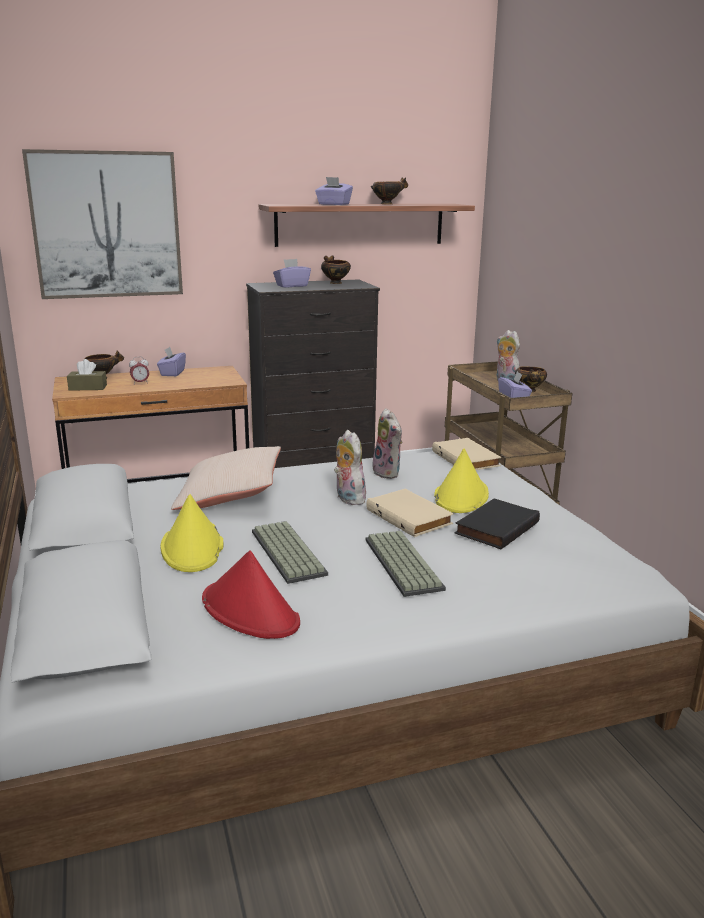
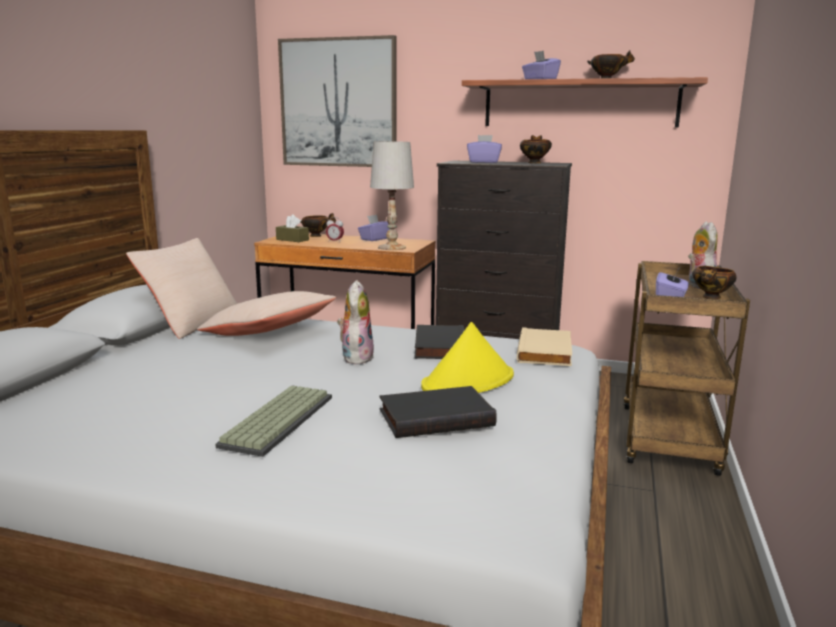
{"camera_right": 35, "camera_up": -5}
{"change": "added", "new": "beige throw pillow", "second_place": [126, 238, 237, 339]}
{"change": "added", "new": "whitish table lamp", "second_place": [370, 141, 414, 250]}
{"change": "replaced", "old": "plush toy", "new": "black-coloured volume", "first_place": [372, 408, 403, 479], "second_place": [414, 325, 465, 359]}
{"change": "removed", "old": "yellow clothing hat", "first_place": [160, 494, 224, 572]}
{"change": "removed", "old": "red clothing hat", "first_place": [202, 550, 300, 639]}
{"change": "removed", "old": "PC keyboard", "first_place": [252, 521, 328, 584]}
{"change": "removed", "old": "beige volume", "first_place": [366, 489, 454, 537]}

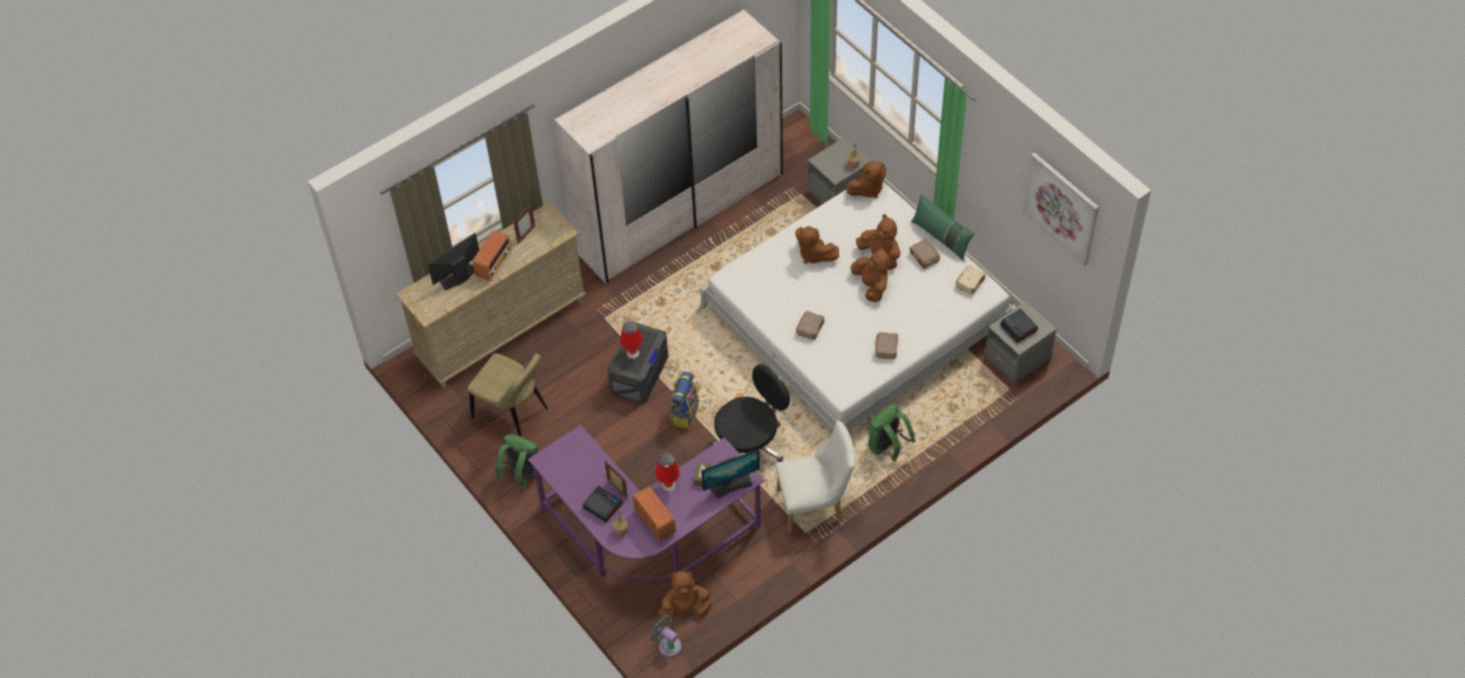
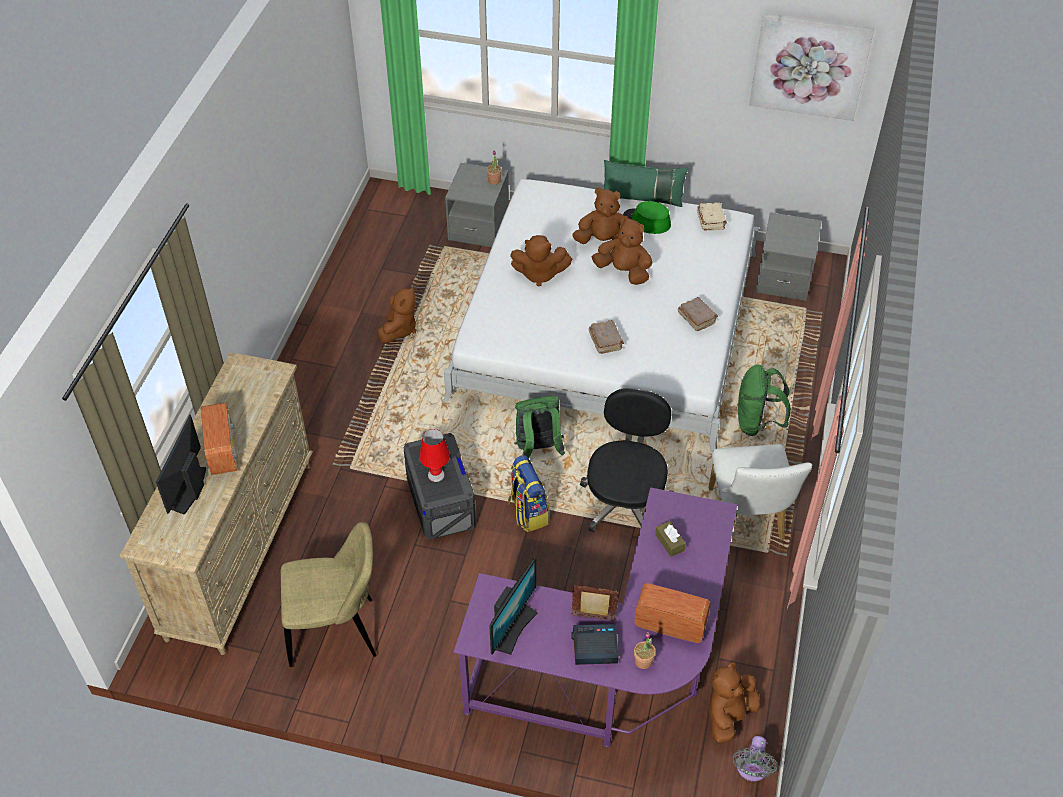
{"camera_right": -40, "camera_up": -5}
{"change": "moved", "old": "brownish plush toy", "first_place": [846, 161, 886, 198], "second_place": [377, 286, 416, 343]}
{"change": "moved", "old": "computer screen", "first_place": [701, 449, 760, 499], "second_place": [489, 557, 537, 655]}
{"change": "moved", "old": "green-coloured backpack", "first_place": [495, 435, 539, 489], "second_place": [514, 396, 565, 458]}
{"change": "replaced", "old": "brownish volume", "new": "green-coloured clothing hat", "first_place": [909, 239, 940, 269], "second_place": [623, 201, 671, 234]}
{"change": "turned", "old": "whitish chair", "first_place": [775, 421, 855, 533], "second_place": [709, 444, 812, 540], "degrees": 135}
{"change": "turned", "old": "grey cooling fan", "first_place": [649, 615, 682, 657], "second_place": [733, 736, 777, 782], "degrees": -75}
{"change": "removed", "old": "picture frame", "first_place": [513, 204, 536, 244]}
{"change": "removed", "old": "whitish clothes cupboard", "first_place": [554, 9, 783, 284]}
{"change": "removed", "old": "red table lamp", "first_place": [655, 453, 680, 492]}
{"change": "removed", "old": "table clock", "first_place": [1000, 309, 1038, 343]}

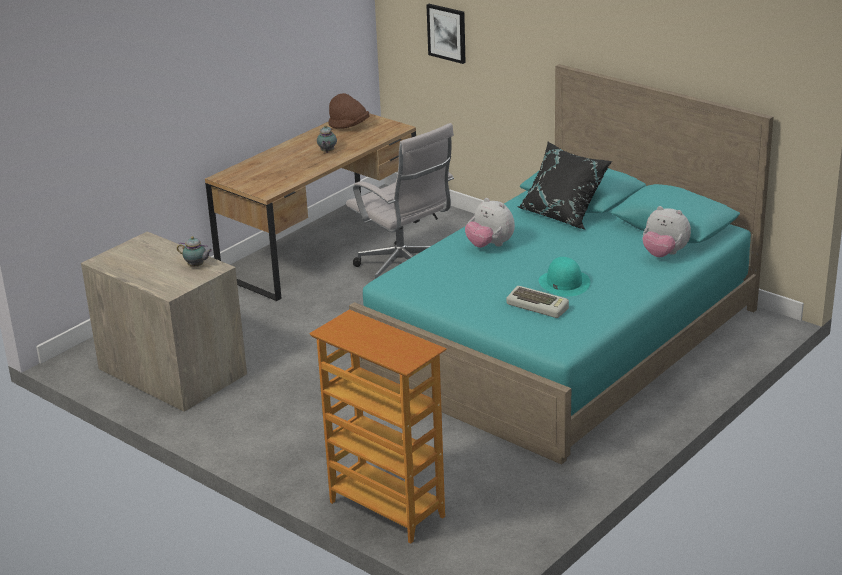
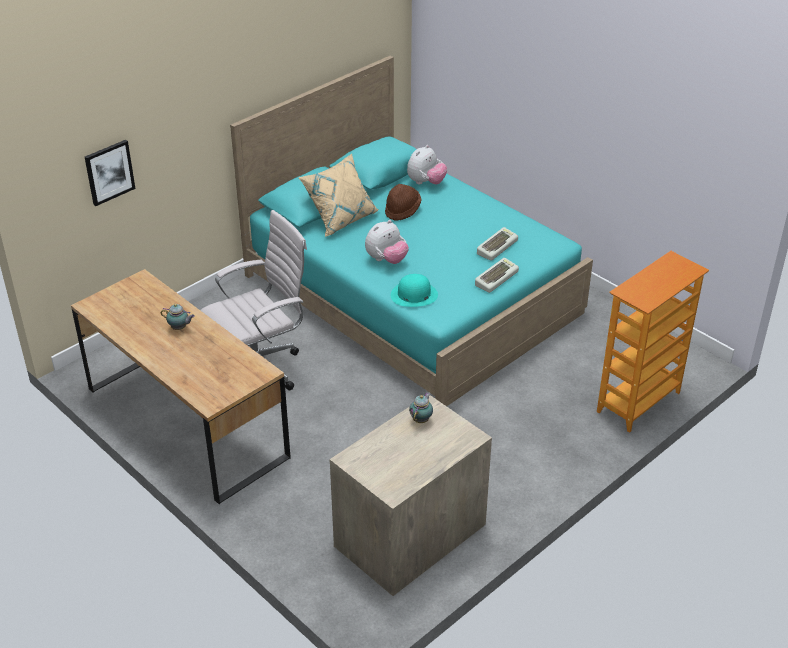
{"camera_right": -85, "camera_up": 10}
{"change": "recoloured", "old": "black-coloured throw pillow", "new": "beige throw pillow", "first_place": [517, 142, 612, 230], "second_place": [298, 154, 379, 237]}
{"change": "moved", "old": "brownish clothing hat", "first_place": [328, 93, 370, 129], "second_place": [385, 184, 422, 221]}
{"change": "moved", "old": "turquoise-coloured clothing hat", "first_place": [539, 257, 590, 297], "second_place": [391, 274, 438, 307]}
{"change": "added", "new": "PC keyboard", "second_place": [475, 258, 519, 293]}

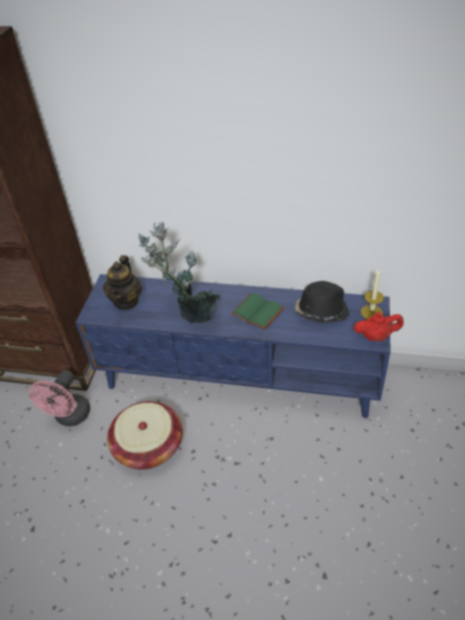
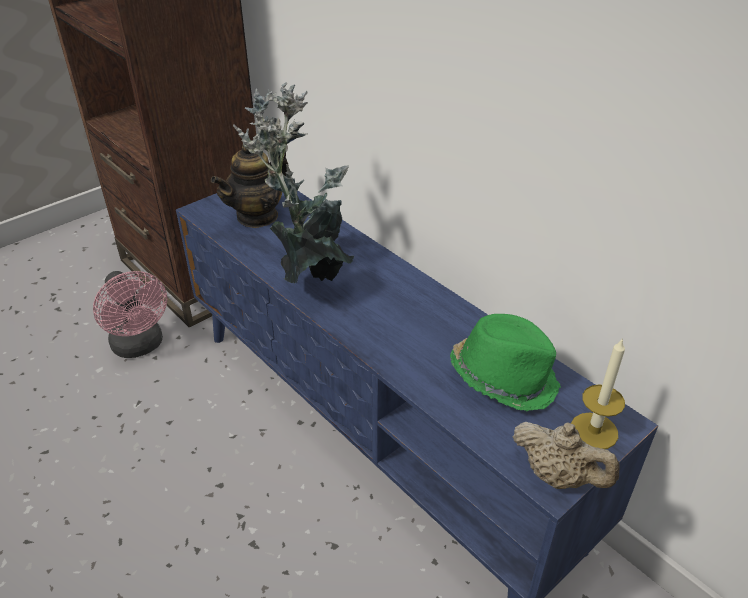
{"camera_right": 35, "camera_up": -5}
{"change": "turned", "old": "pinkish cooling fan", "first_place": [29, 370, 90, 426], "second_place": [93, 271, 167, 358], "degrees": -90}
{"change": "recoloured", "old": "black-coloured clothing hat", "new": "green-coloured clothing hat", "first_place": [295, 281, 349, 323], "second_place": [450, 314, 561, 411]}
{"change": "recoloured", "old": "red tea pot", "new": "beige tea pot", "first_place": [354, 312, 404, 341], "second_place": [513, 422, 620, 489]}
{"change": "removed", "old": "basket", "first_place": [107, 401, 183, 469]}
{"change": "removed", "old": "green-coloured volume", "first_place": [231, 293, 284, 330]}

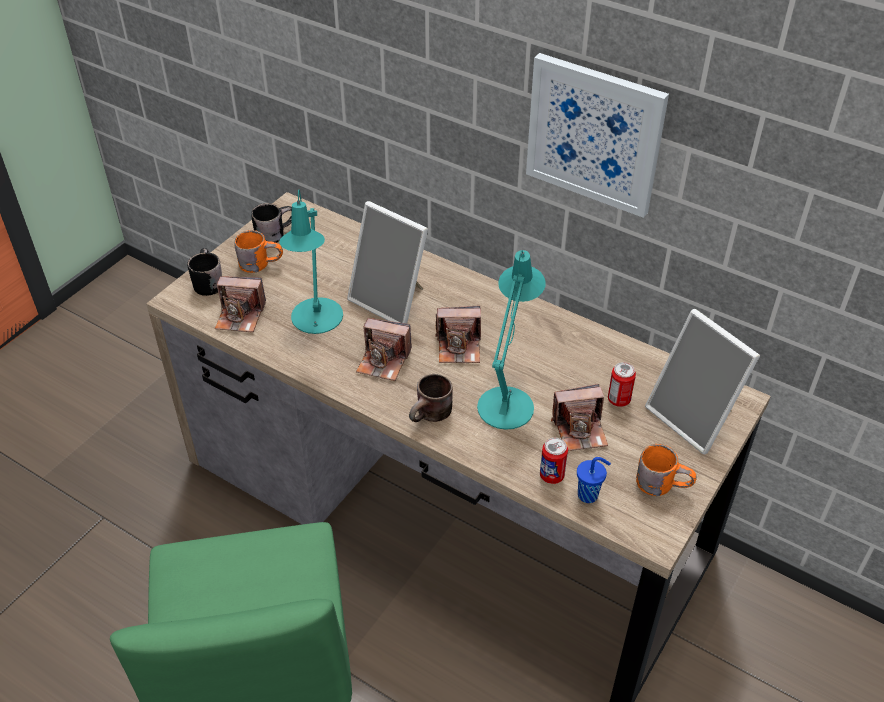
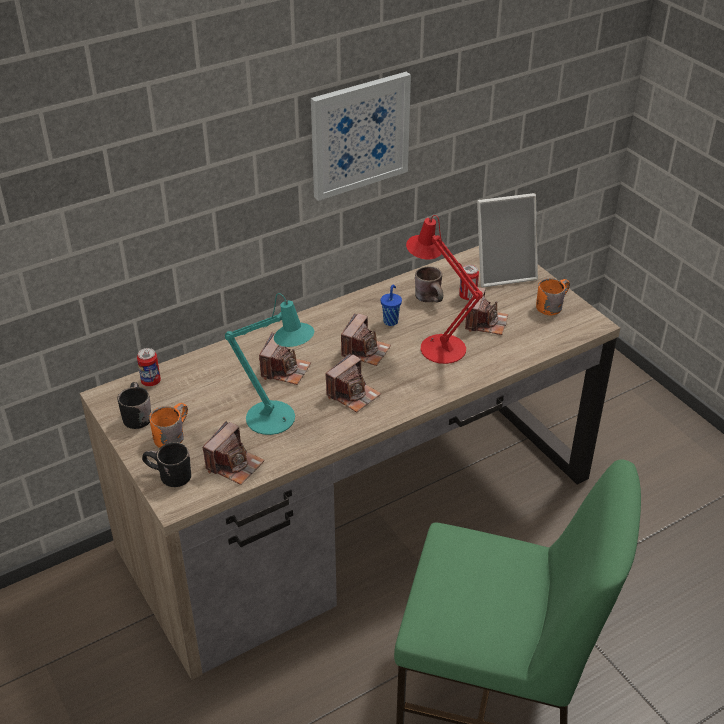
{"camera_right": -65, "camera_up": -5}
{"change": "moved", "old": "metal can", "first_place": [540, 438, 568, 484], "second_place": [137, 348, 161, 386]}
{"change": "replaced", "old": "picture frame", "new": "photo camera", "first_place": [347, 201, 428, 324], "second_place": [259, 332, 311, 385]}
{"change": "moved", "old": "blue drinking cup", "first_place": [577, 457, 611, 503], "second_place": [381, 284, 402, 326]}
{"change": "recoloured", "old": "turquoise-coloured table lamp", "new": "red table lamp", "first_place": [477, 250, 546, 430], "second_place": [406, 215, 483, 364]}
{"change": "moved", "old": "brownish tea mug", "first_place": [409, 374, 453, 422], "second_place": [415, 266, 443, 302]}

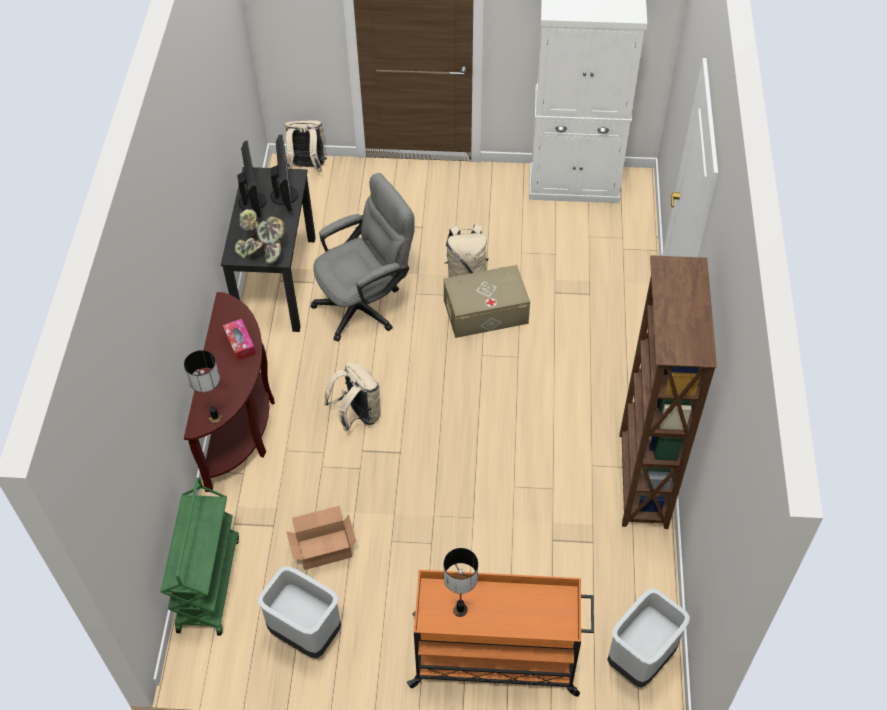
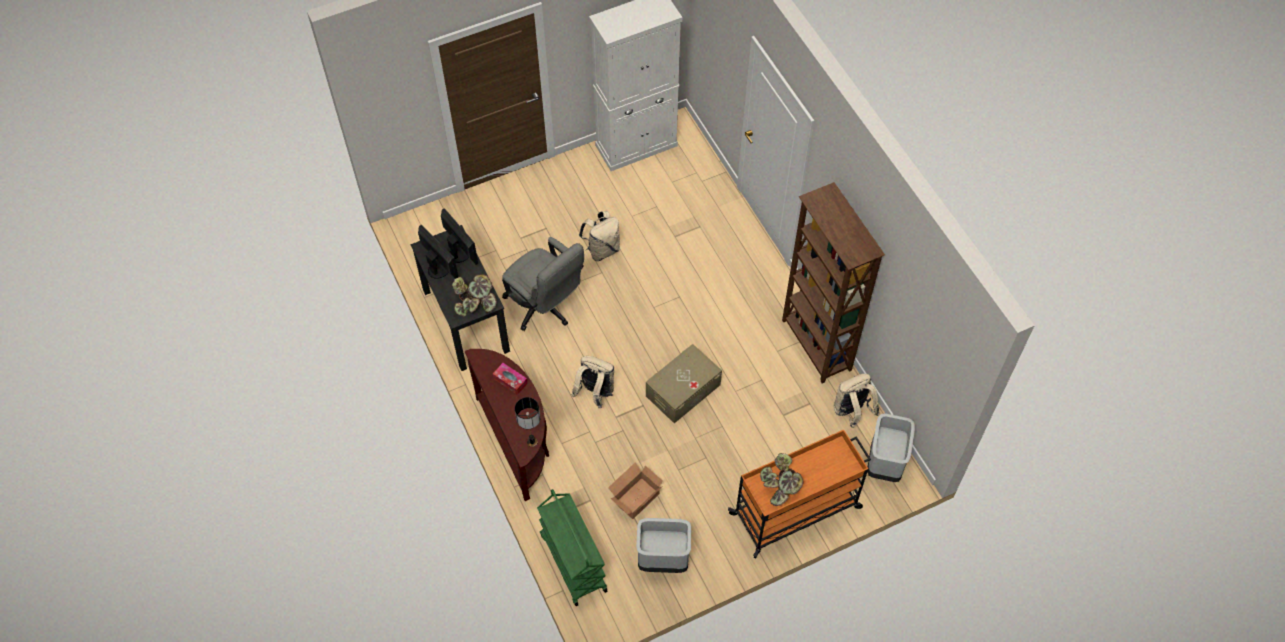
{"camera_right": -30, "camera_up": 5}
{"change": "turned", "old": "grey office chair", "first_place": [310, 173, 415, 341], "second_place": [502, 237, 584, 331], "degrees": 105}
{"change": "moved", "old": "beige storage bin", "first_place": [444, 265, 530, 338], "second_place": [646, 344, 722, 423]}
{"change": "replaced", "old": "table lamp", "new": "houseplant", "first_place": [444, 548, 478, 617], "second_place": [760, 453, 804, 506]}
{"change": "moved", "old": "beige backpack", "first_place": [285, 120, 327, 172], "second_place": [834, 374, 880, 428]}

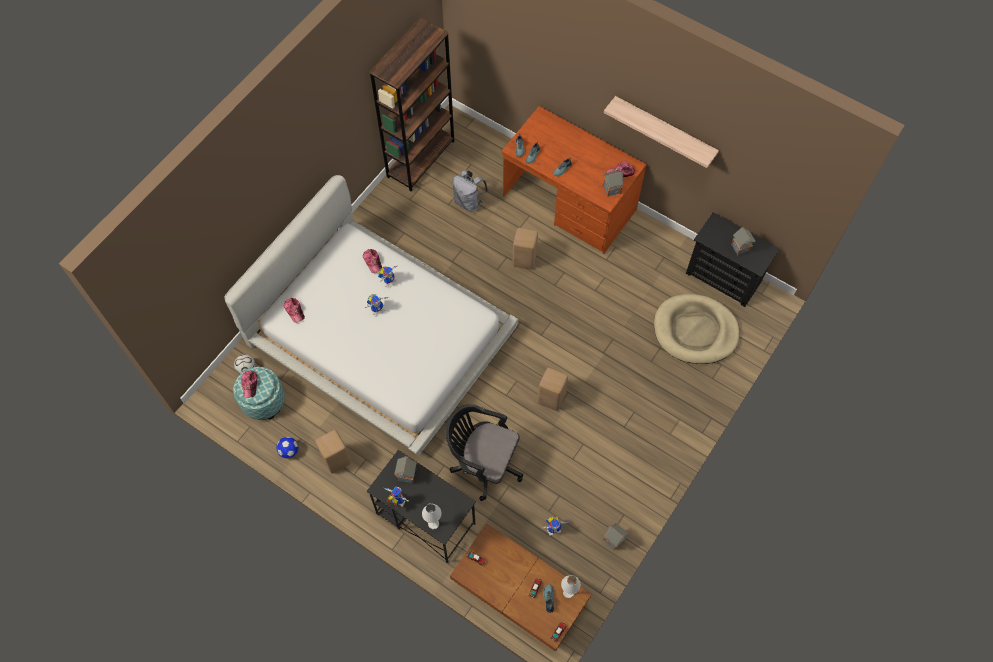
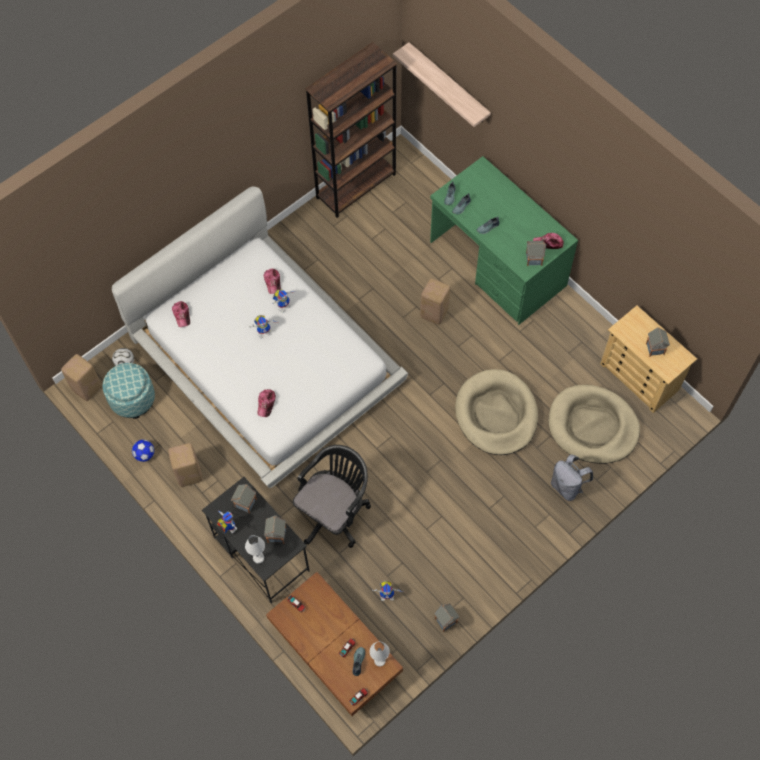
{"camera_right": 15, "camera_up": 0}
{"change": "moved", "old": "beige sitting stool", "first_place": [538, 367, 568, 411], "second_place": [61, 354, 102, 401]}
{"change": "moved", "old": "peaked cap", "first_place": [241, 371, 257, 398], "second_place": [257, 389, 276, 417]}
{"change": "added", "new": "toy house", "second_place": [264, 515, 286, 544]}
{"change": "turned", "old": "black-coloured office chair", "first_place": [445, 404, 523, 501], "second_place": [293, 445, 371, 548], "degrees": 90}
{"change": "moved", "old": "shelf", "first_place": [604, 96, 719, 168], "second_place": [393, 42, 491, 127]}
{"change": "recoloured", "old": "brownish desk", "new": "green-coloured desk", "first_place": [501, 106, 647, 254], "second_place": [430, 156, 578, 325]}
{"change": "added", "new": "beige pet bed", "second_place": [455, 369, 538, 455]}
{"change": "moved", "old": "grey backpack", "first_place": [452, 170, 488, 212], "second_place": [551, 454, 593, 501]}
{"change": "recoloured", "old": "black-coloured dresser", "new": "beige dresser", "first_place": [686, 212, 780, 307], "second_place": [600, 305, 697, 413]}

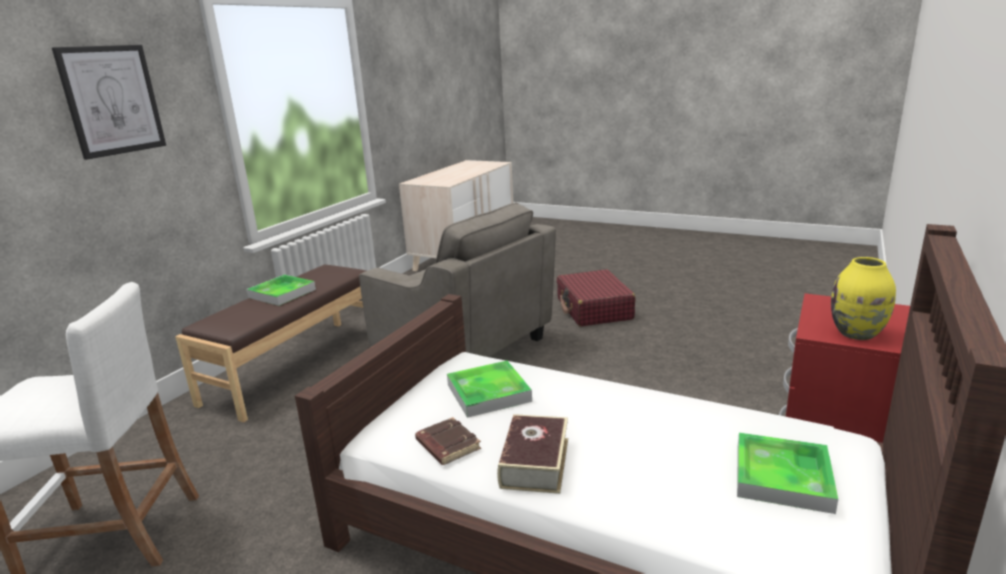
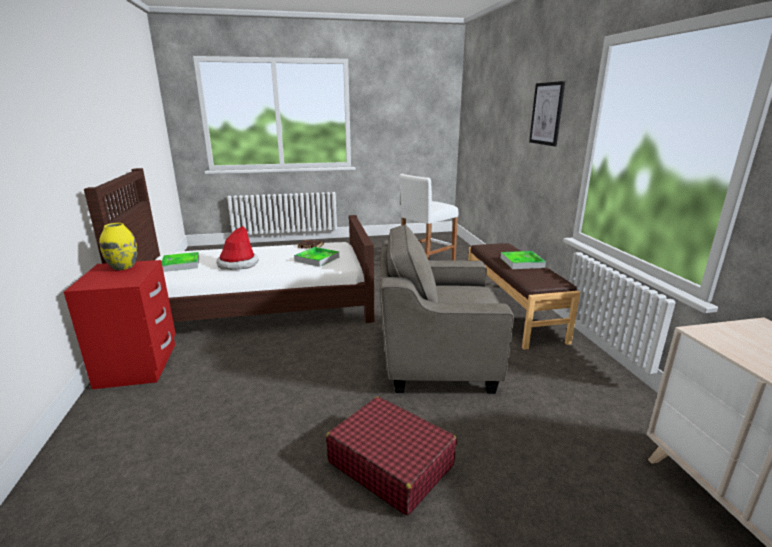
{"camera_right": 140, "camera_up": 0}
{"change": "added", "new": "clothing hat", "second_place": [216, 226, 259, 270]}
{"change": "removed", "old": "volume", "first_place": [497, 414, 568, 494]}

